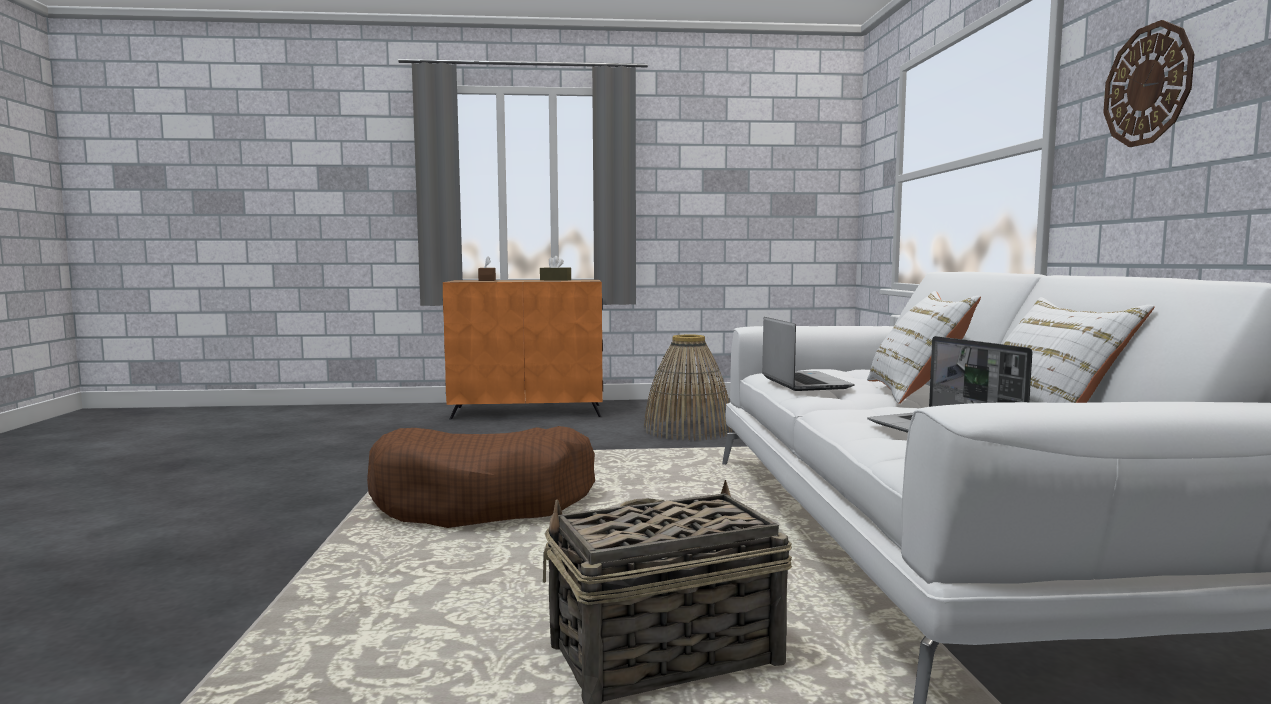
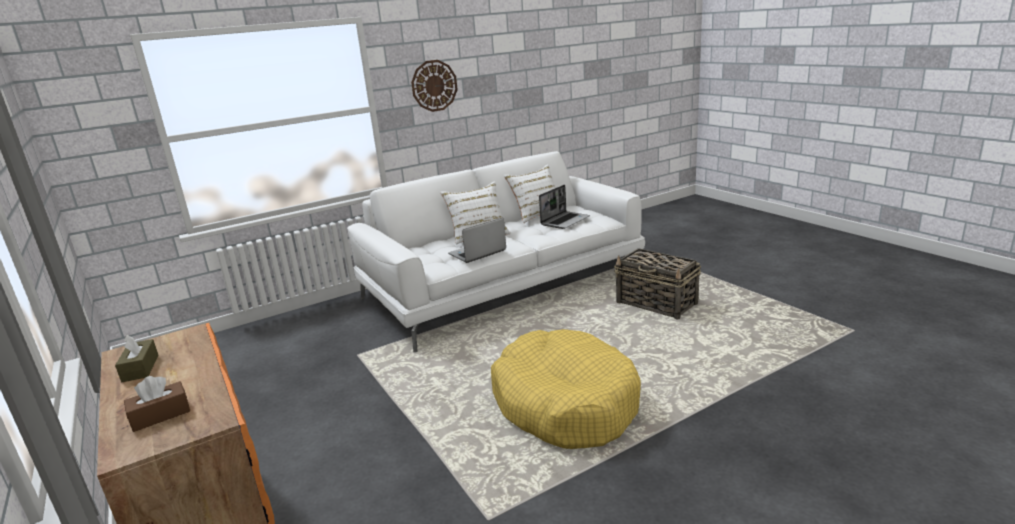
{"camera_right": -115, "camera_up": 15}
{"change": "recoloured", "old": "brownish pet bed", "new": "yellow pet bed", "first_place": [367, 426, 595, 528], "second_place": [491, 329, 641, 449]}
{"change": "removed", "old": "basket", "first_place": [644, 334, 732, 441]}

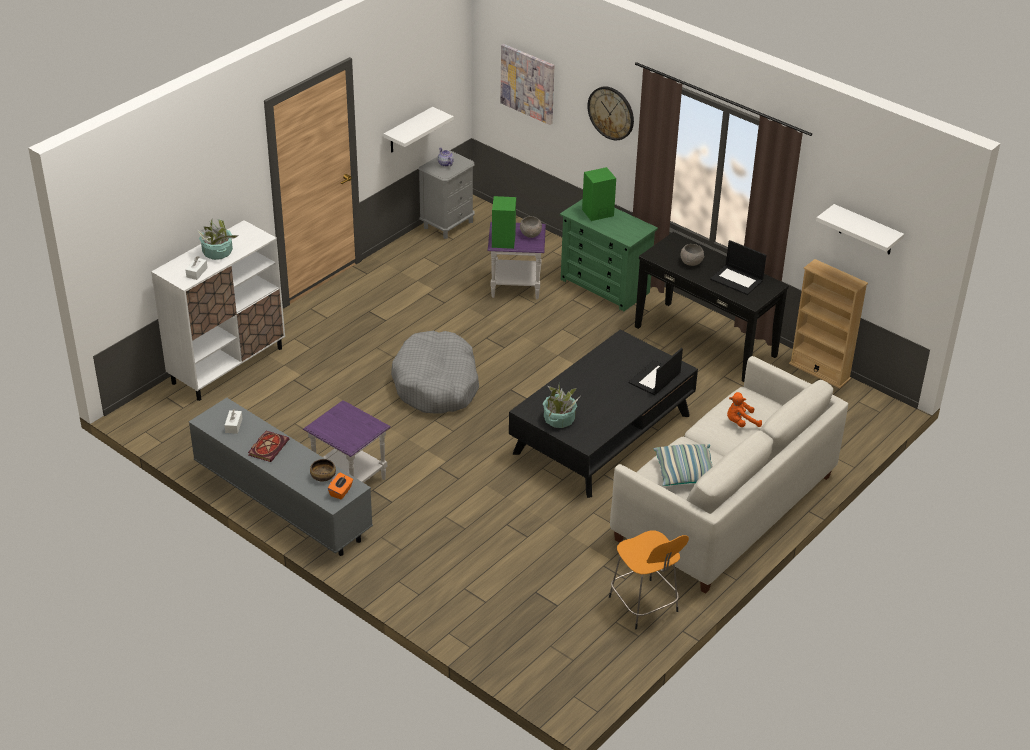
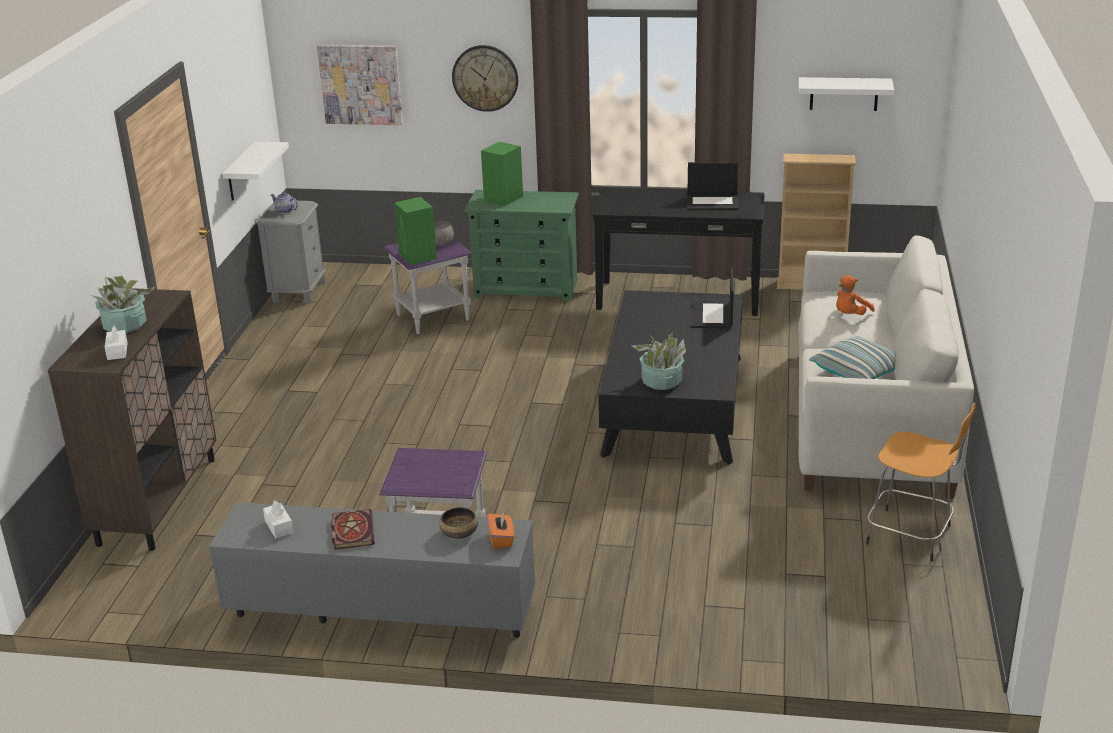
{"camera_right": -30, "camera_up": -10}
{"change": "recoloured", "old": "whitish storage cabinet", "new": "brownish storage cabinet", "first_place": [151, 220, 285, 401], "second_place": [48, 288, 217, 551]}
{"change": "removed", "old": "grey pet bed", "first_place": [391, 331, 479, 413]}
{"change": "removed", "old": "grey deep dish", "first_place": [681, 244, 704, 266]}

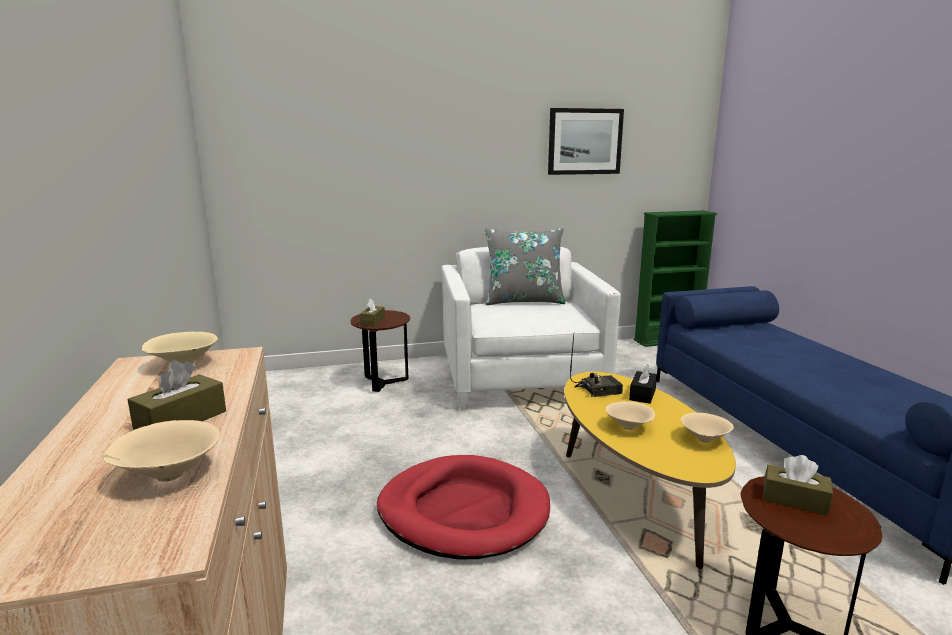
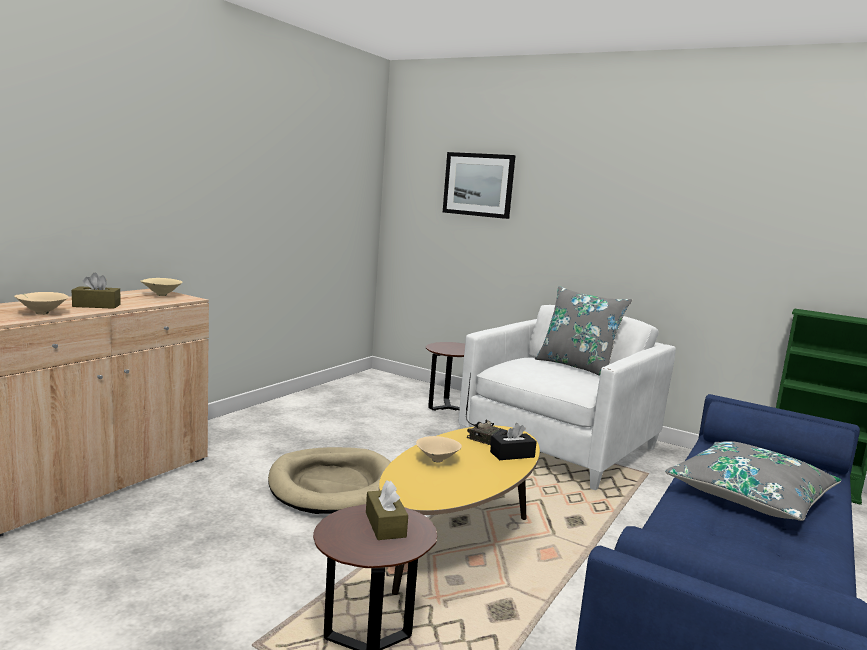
{"camera_right": 45, "camera_up": -5}
{"change": "recoloured", "old": "red pet bed", "new": "beige pet bed", "first_place": [377, 455, 550, 560], "second_place": [268, 447, 391, 514]}
{"change": "moved", "old": "wall picture", "first_place": [548, 108, 624, 175], "second_place": [443, 152, 516, 219]}
{"change": "added", "new": "grey throw pillow", "second_place": [665, 441, 841, 521]}
{"change": "removed", "old": "brownish tissue holder", "first_place": [359, 298, 385, 327]}
{"change": "removed", "old": "beige deep dish", "first_place": [680, 413, 734, 443]}

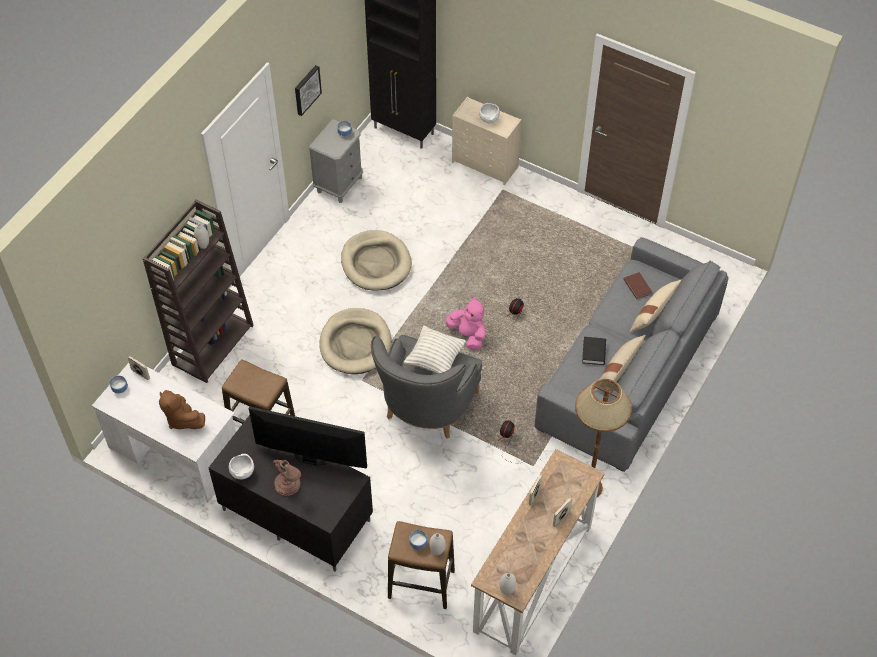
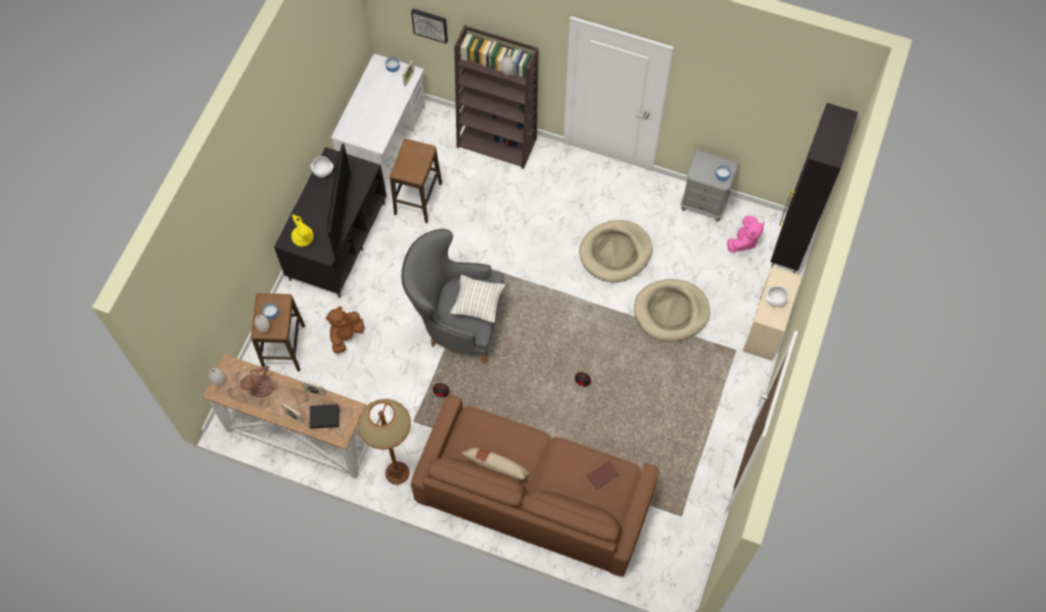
{"camera_right": 80, "camera_up": 10}
{"change": "moved", "old": "brownish table lamp", "first_place": [273, 460, 301, 496], "second_place": [240, 366, 274, 398]}
{"change": "added", "new": "yellow table lamp", "second_place": [291, 214, 314, 247]}
{"change": "moved", "old": "black-coloured volume", "first_place": [582, 337, 606, 365], "second_place": [310, 404, 339, 429]}
{"change": "moved", "old": "brownish plush toy", "first_place": [159, 390, 205, 429], "second_place": [326, 306, 364, 354]}
{"change": "moved", "old": "wall picture", "first_place": [295, 65, 322, 116], "second_place": [411, 9, 448, 44]}
{"change": "recoloured", "old": "grey couch", "new": "brownish couch", "first_place": [535, 237, 728, 472], "second_place": [411, 395, 660, 576]}
{"change": "moved", "old": "beige pet bed", "first_place": [319, 308, 391, 374], "second_place": [634, 279, 710, 342]}
{"change": "moved", "old": "pinkish plush toy", "first_place": [446, 297, 486, 350], "second_place": [727, 216, 765, 252]}
{"change": "removed", "old": "beige throw pillow", "first_place": [630, 280, 681, 332]}

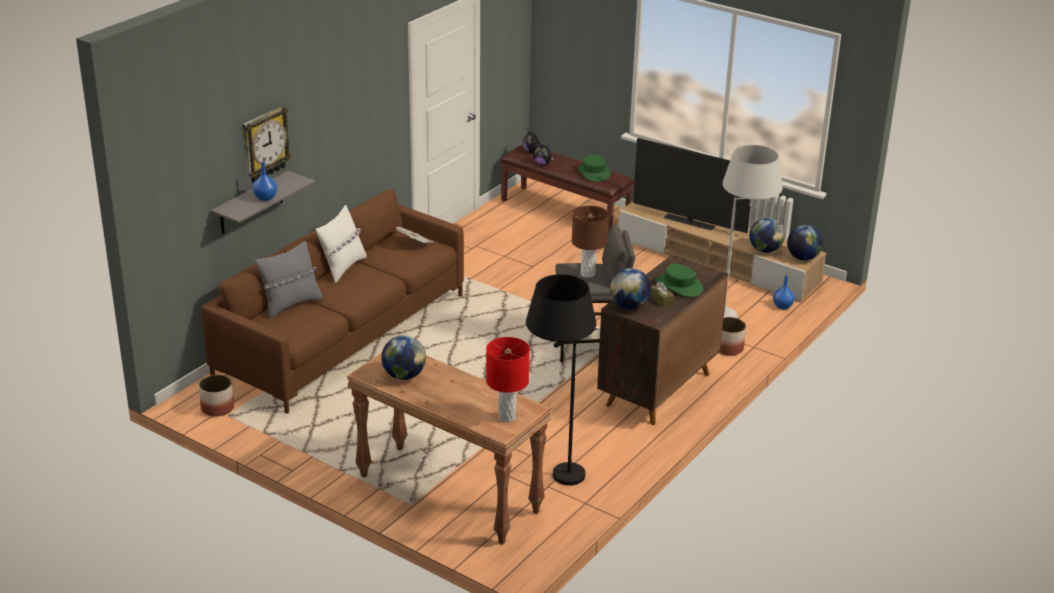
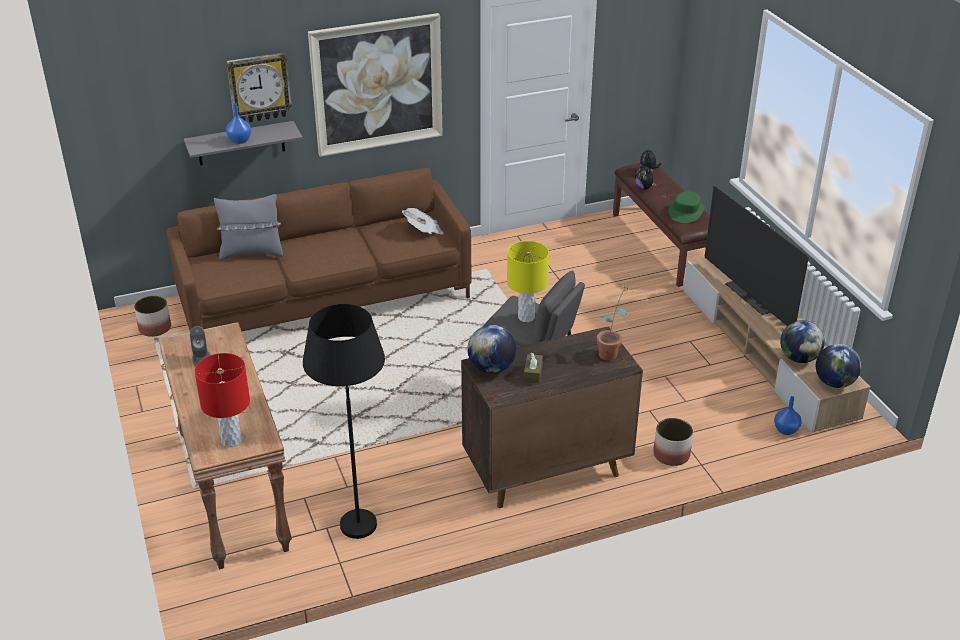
{"camera_right": 35, "camera_up": 5}
{"change": "replaced", "old": "globe", "new": "grey loudspeaker", "first_place": [381, 335, 426, 380], "second_place": [190, 326, 210, 366]}
{"change": "added", "new": "wall picture", "second_place": [308, 13, 443, 157]}
{"change": "recoloured", "old": "brownish table lamp", "new": "yellow table lamp", "first_place": [572, 206, 609, 278], "second_place": [507, 241, 549, 322]}
{"change": "added", "new": "houseplant", "second_place": [597, 284, 631, 361]}
{"change": "removed", "old": "whitish throw pillow", "first_place": [316, 205, 367, 283]}
{"change": "removed", "old": "green-coloured clothing hat", "first_place": [656, 263, 703, 297]}
{"change": "removed", "old": "whitish standard lamp", "first_place": [723, 145, 783, 318]}

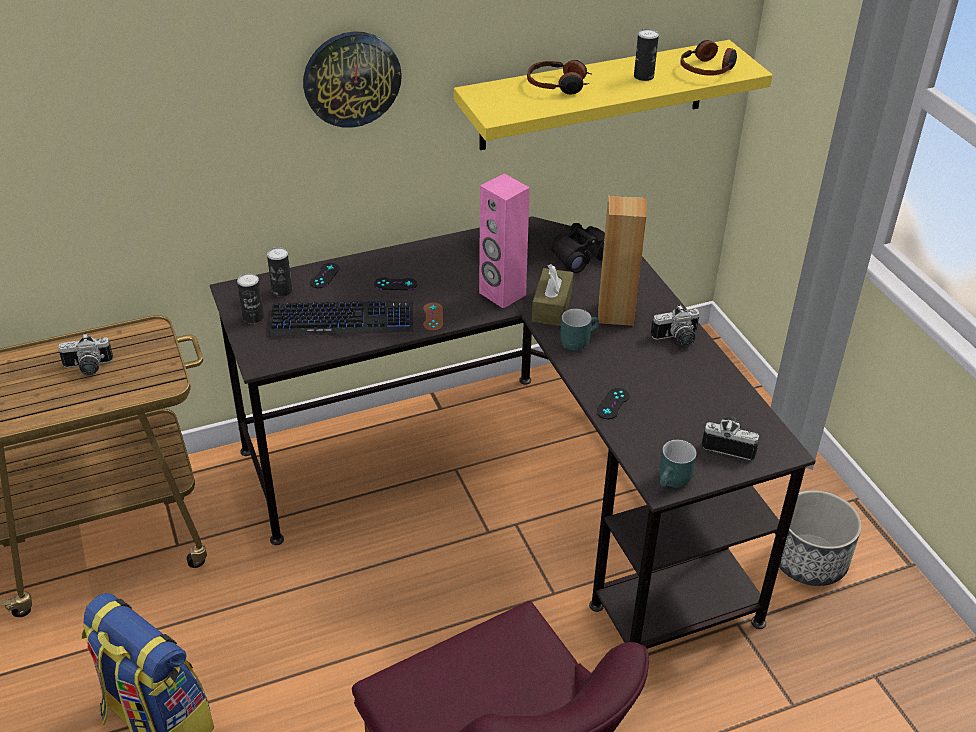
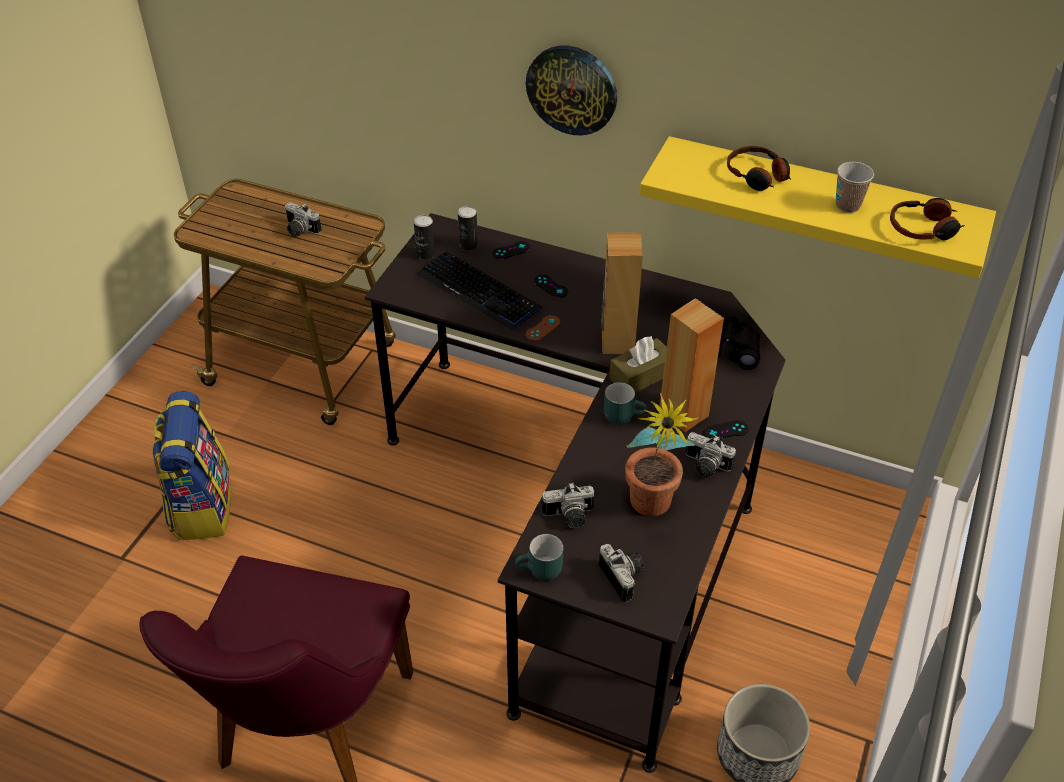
{"camera_right": 45, "camera_up": 5}
{"change": "added", "new": "photo camera", "second_place": [541, 483, 594, 528]}
{"change": "recoloured", "old": "pinkish loudspeaker", "new": "brownish loudspeaker", "first_place": [479, 173, 530, 309], "second_place": [601, 233, 643, 354]}
{"change": "added", "new": "houseplant", "second_place": [625, 393, 698, 516]}
{"change": "moved", "old": "black-coloured gamepad", "first_place": [596, 388, 629, 419], "second_place": [703, 420, 748, 440]}
{"change": "replaced", "old": "metal can", "new": "drinking cup", "first_place": [634, 29, 659, 81], "second_place": [836, 162, 874, 213]}

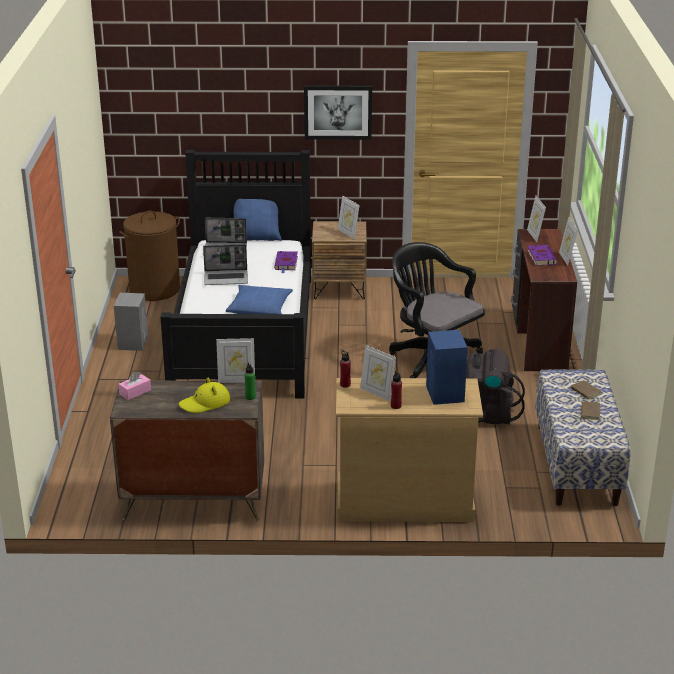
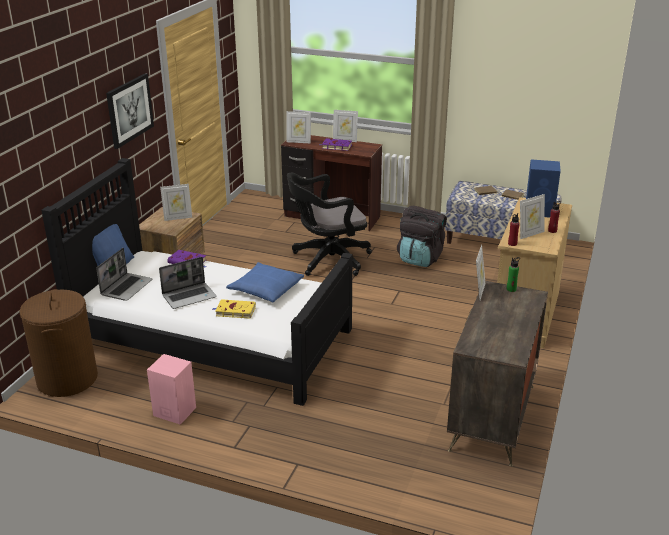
{"camera_right": -70, "camera_up": 0}
{"change": "recoloured", "old": "grey loudspeaker", "new": "pinkish loudspeaker", "first_place": [114, 293, 148, 351], "second_place": [147, 354, 196, 425]}
{"change": "turned", "old": "laptop", "first_place": [203, 244, 248, 285], "second_place": [159, 257, 217, 309], "degrees": 45}
{"change": "added", "new": "yellow volume", "second_place": [212, 299, 256, 319]}
{"change": "removed", "old": "pinkish tissue holder", "first_place": [118, 371, 151, 400]}
{"change": "removed", "old": "yellow clothing hat", "first_place": [179, 378, 230, 413]}

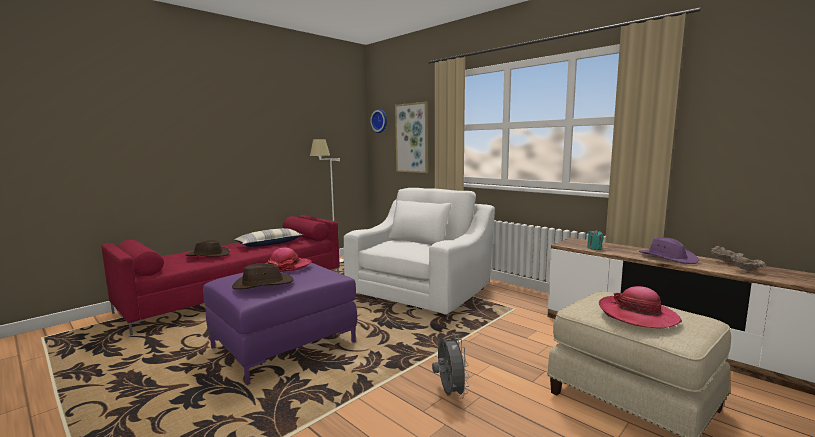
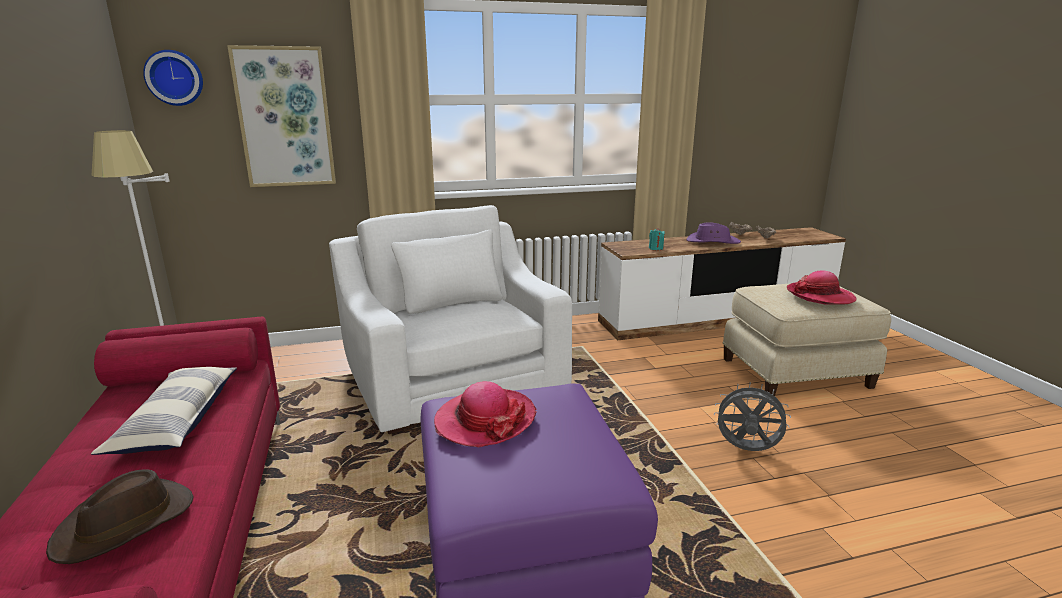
{"camera_right": -60, "camera_up": 10}
{"change": "removed", "old": "brownish clothing hat", "first_place": [232, 263, 294, 289]}

